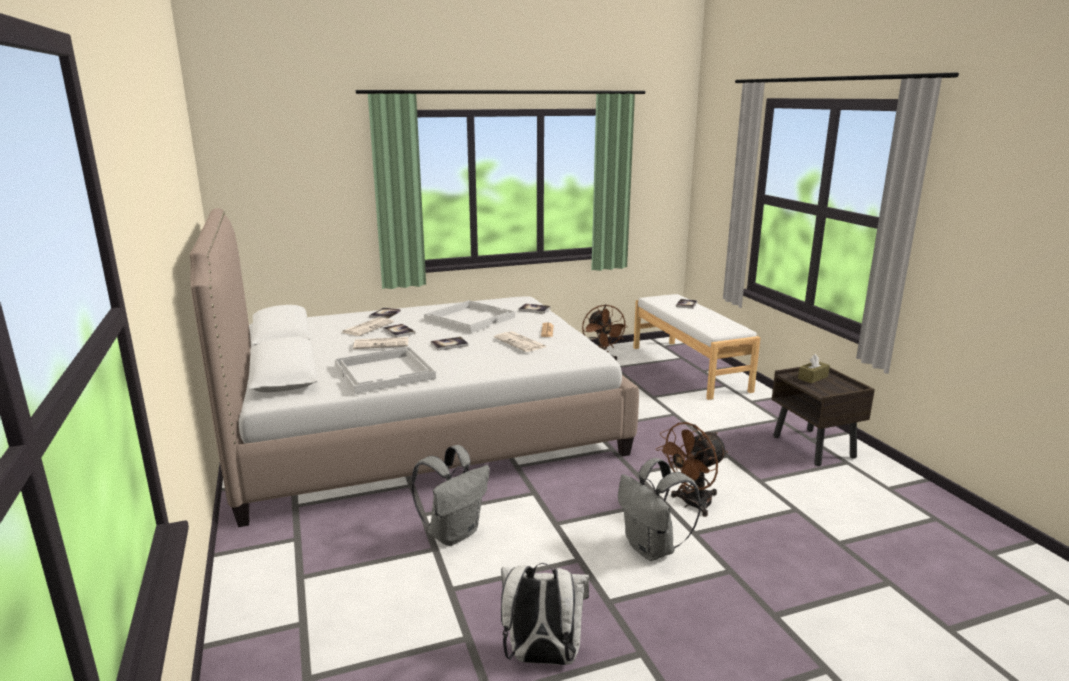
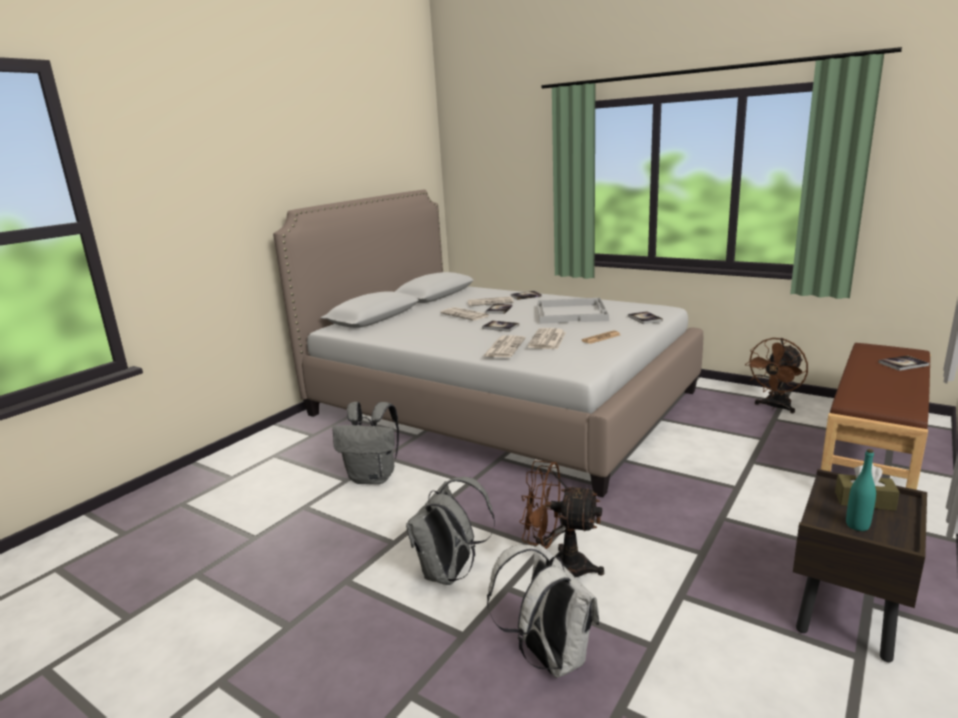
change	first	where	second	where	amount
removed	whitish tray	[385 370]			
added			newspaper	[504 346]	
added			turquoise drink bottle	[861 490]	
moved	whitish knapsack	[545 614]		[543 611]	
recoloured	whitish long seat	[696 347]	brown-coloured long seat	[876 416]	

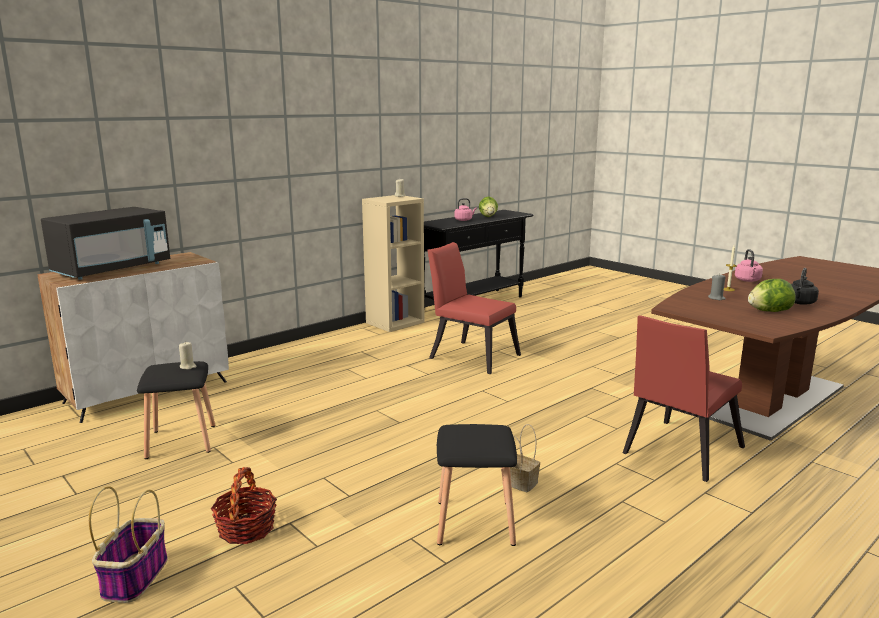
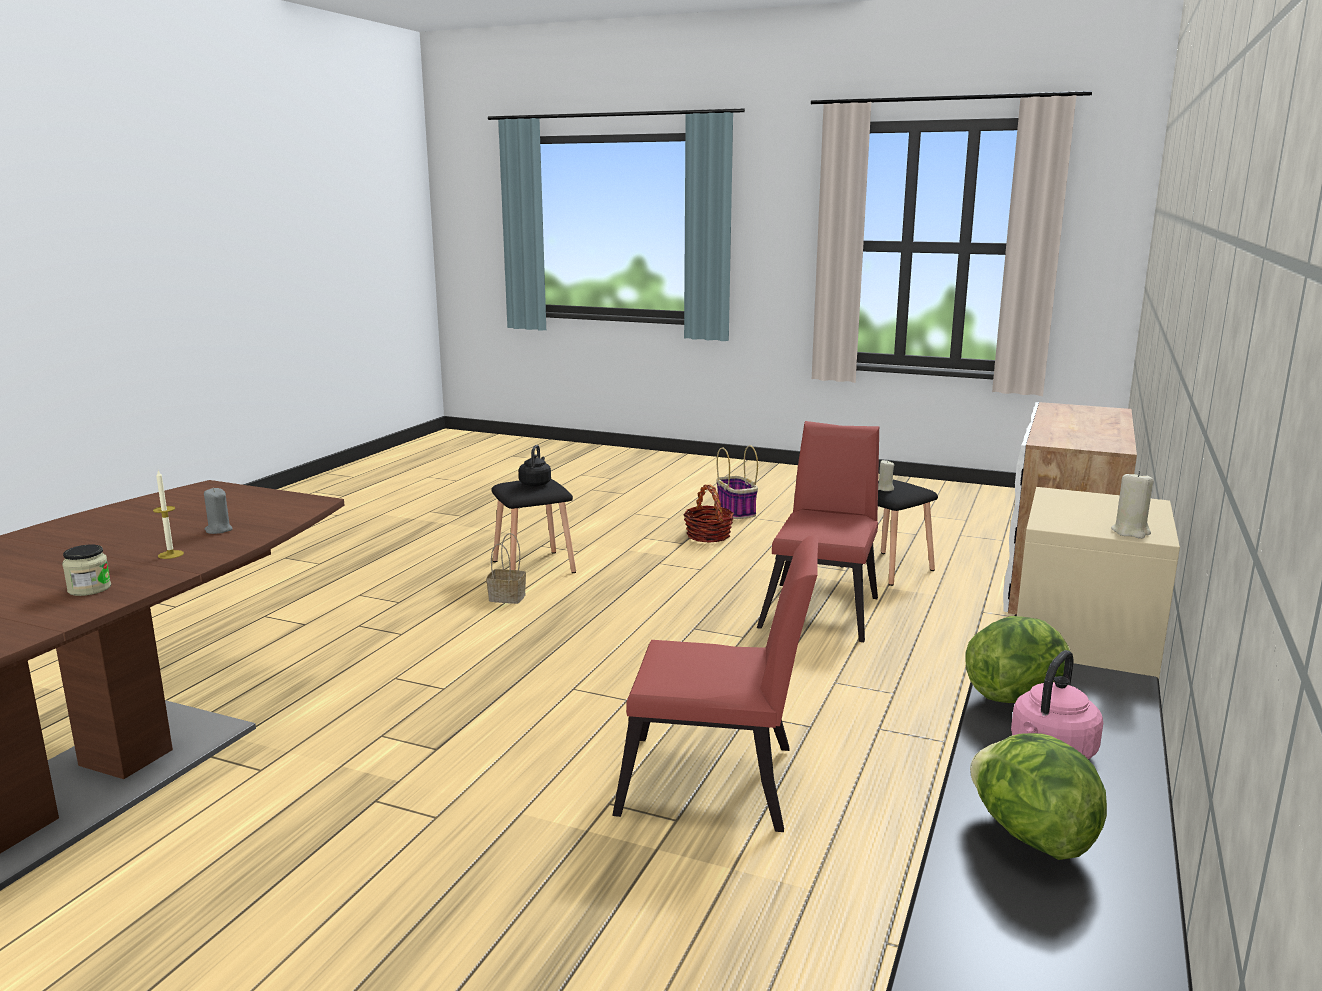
change	first	where	second	where	amount
removed	black-coloured microwave	[105 243]			
moved	red-coloured upright chair	[684 398]		[818 531]	
moved	head of lettuce	[772 295]		[1018 659]	
moved	black-coloured water kettle	[805 286]		[535 465]	
replaced	pinkish water kettle	[749 265]	storage jar	[86 570]	

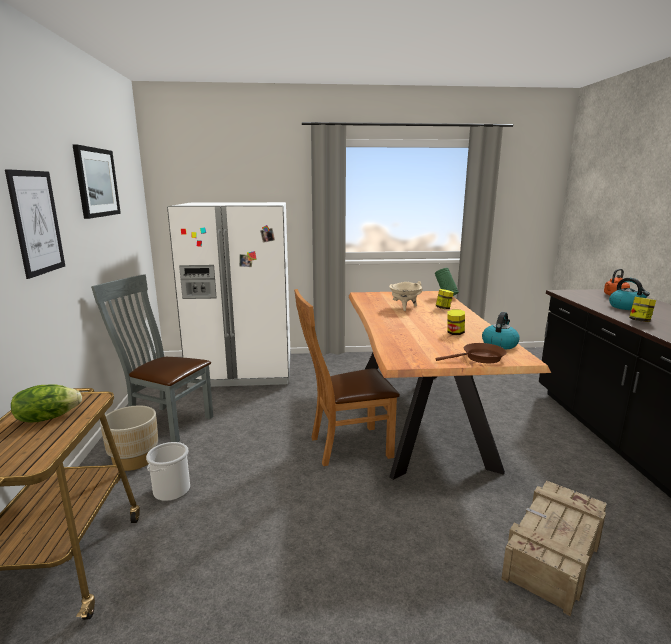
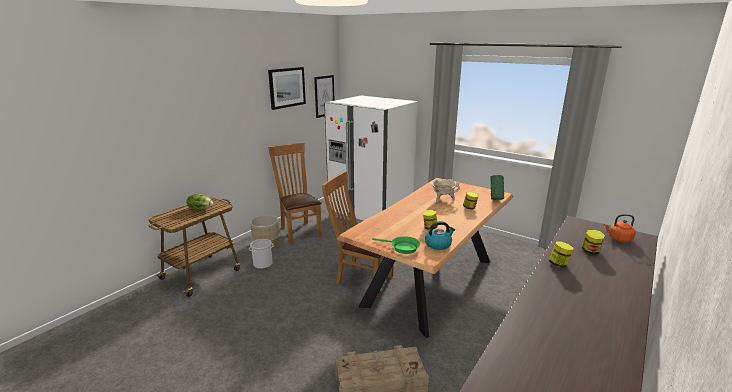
change	first	where	second	where	amount
moved	picture	[35 224]		[324 96]	
replaced	water kettle	[629 294]	storage jar	[593 242]	
recoloured	gray upright chair	[152 358]	brown-coloured upright chair	[295 193]	
recoloured	brown-coloured frying pan	[471 353]	greenish frying pan	[396 245]	

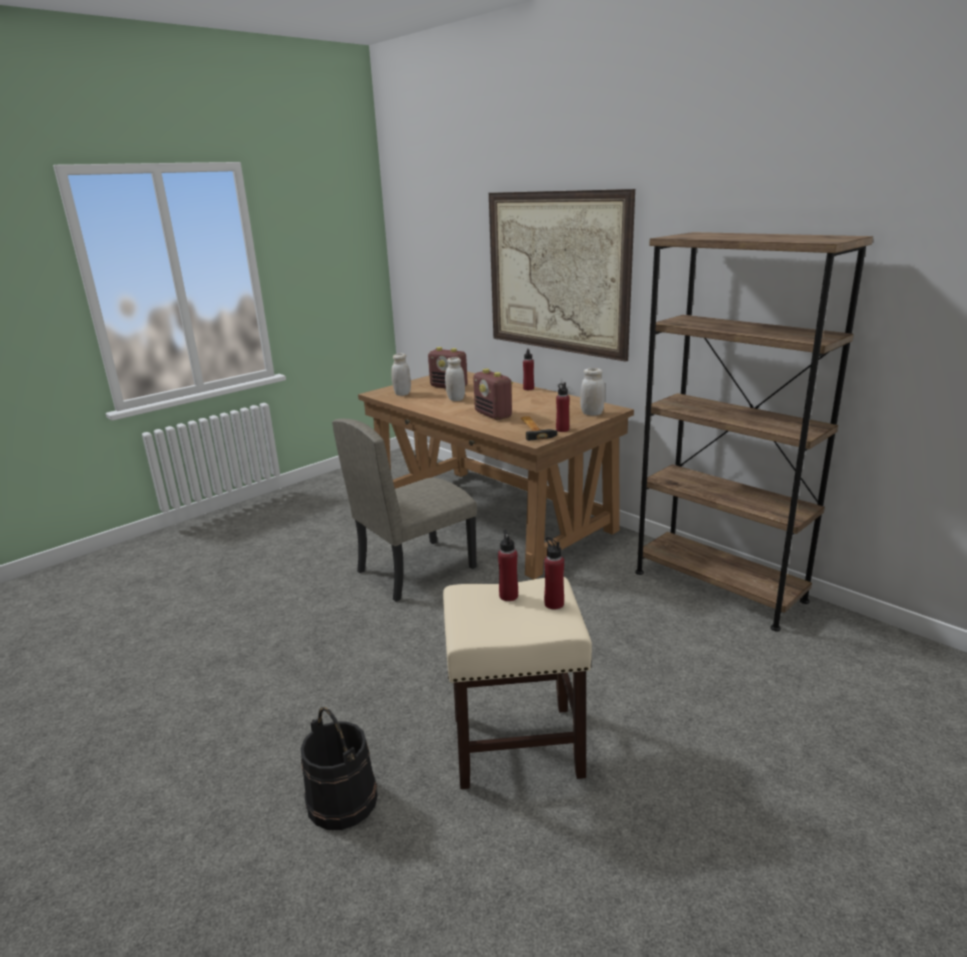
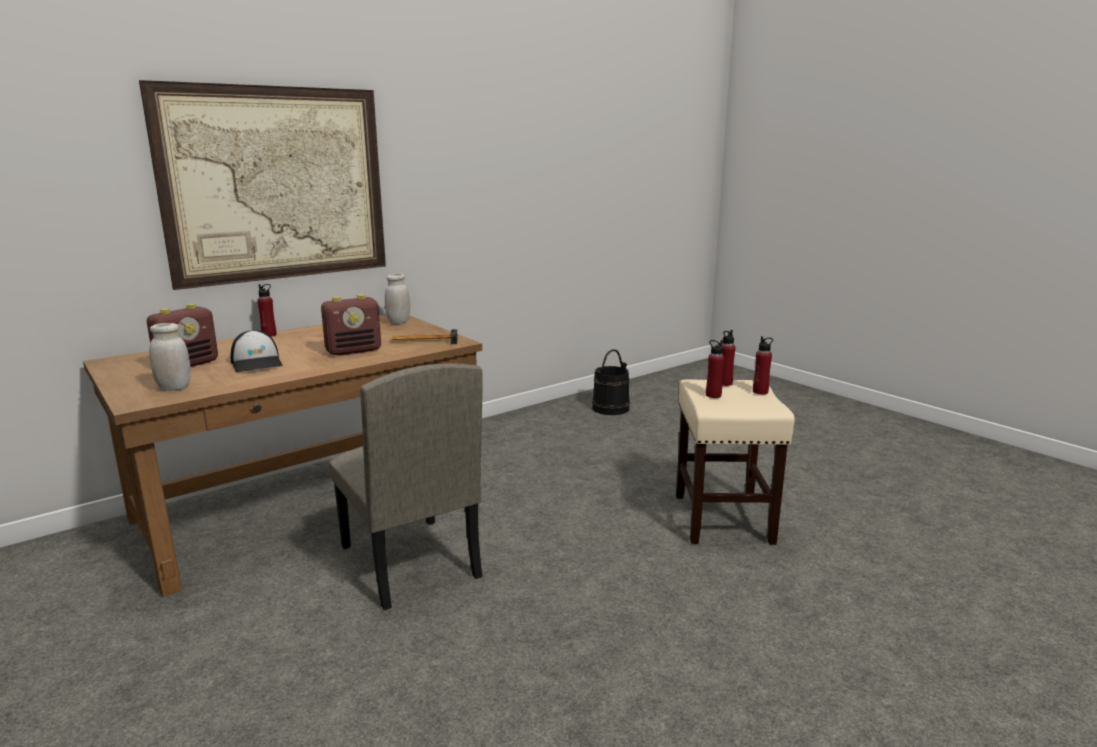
change	first	where	second	where	amount
removed	brown-coloured shelving unit	[754 431]			
moved	black-coloured water bucket	[339 768]		[611 382]	
moved	red-coloured drink bottle	[563 407]		[763 365]	
replaced	whitish storage jar	[455 379]	cap	[256 351]	

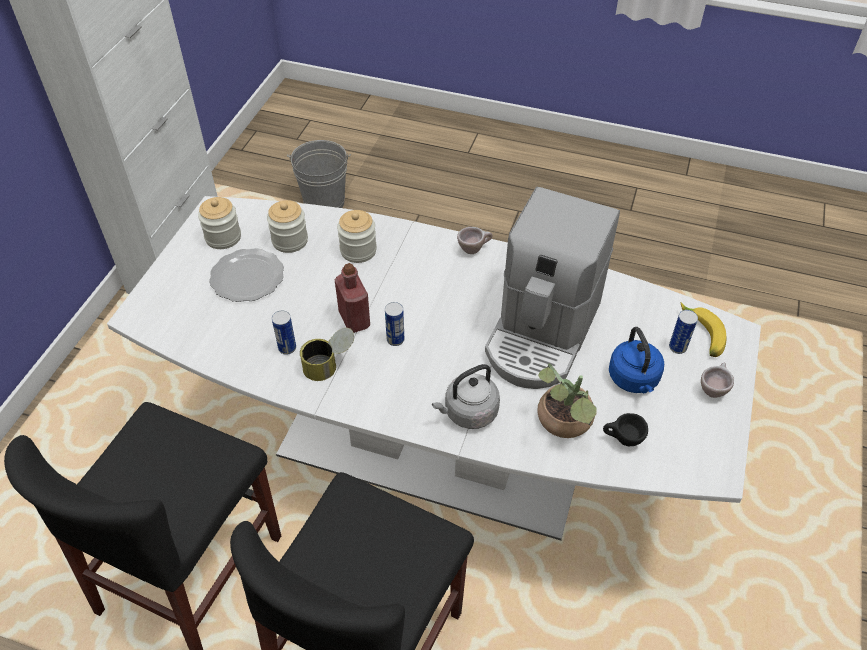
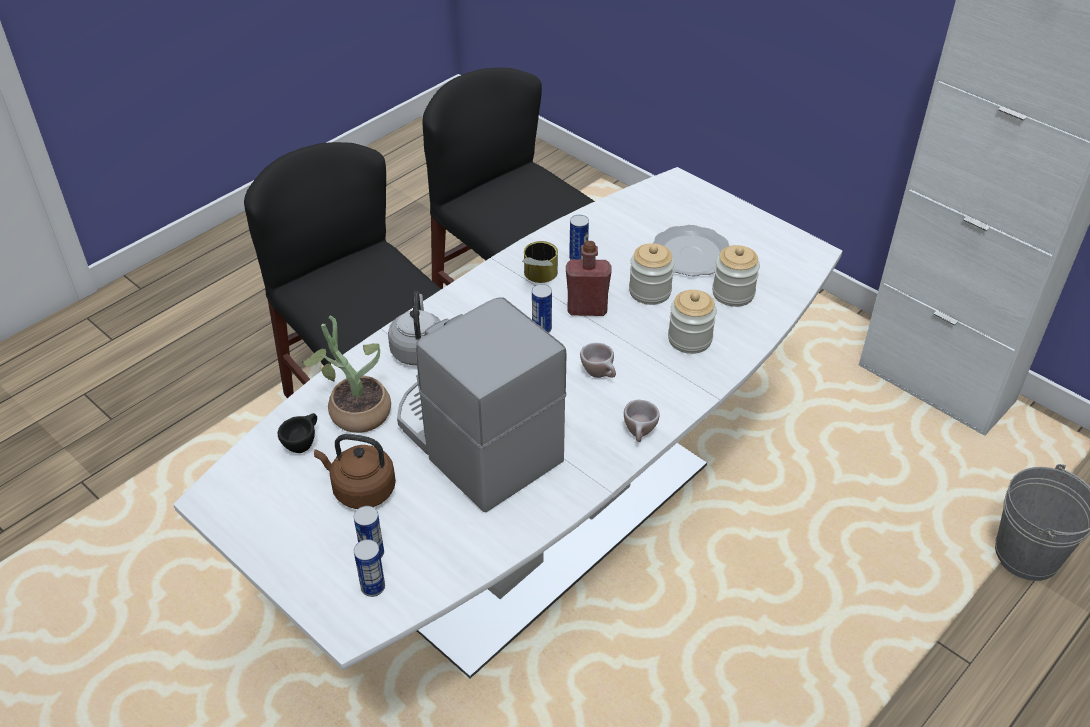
change	first	where	second	where	amount
moved	storage jar	[219 223]		[652 274]	
moved	beige drinking cup	[717 380]		[598 360]	
replaced	whole banana	[703 329]	metal can	[369 568]	
recoloured	blue water kettle	[636 360]	brown-coloured water kettle	[355 471]	

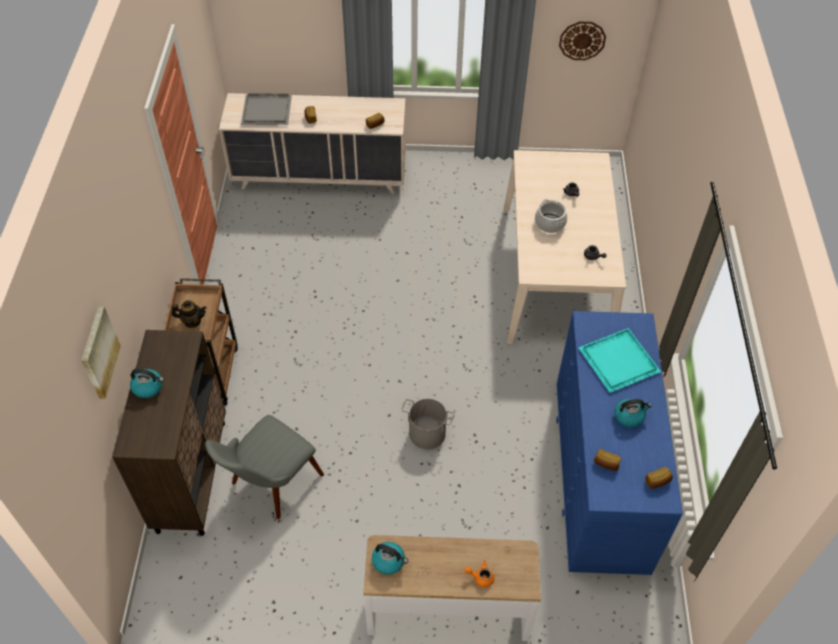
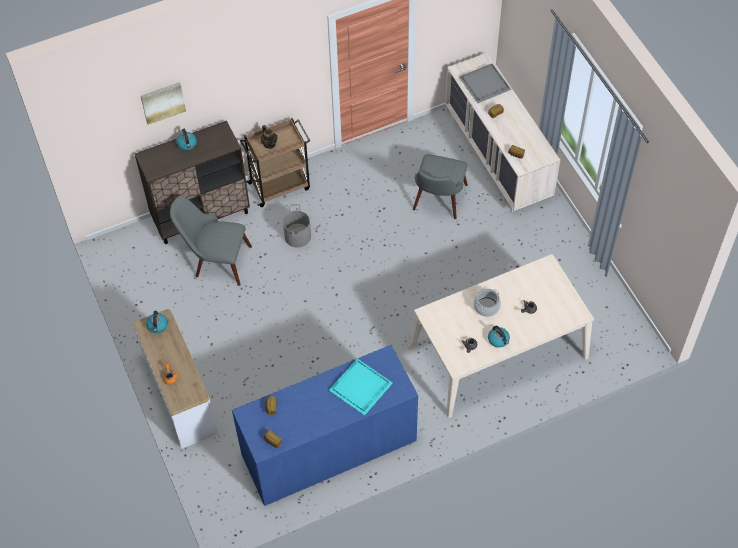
change	first	where	second	where	amount
removed	clock on the wall	[582 40]			
added			gray upright chair	[440 186]	
moved	gray water bucket	[427 424]		[297 226]	
moved	water kettle	[633 413]		[499 336]	

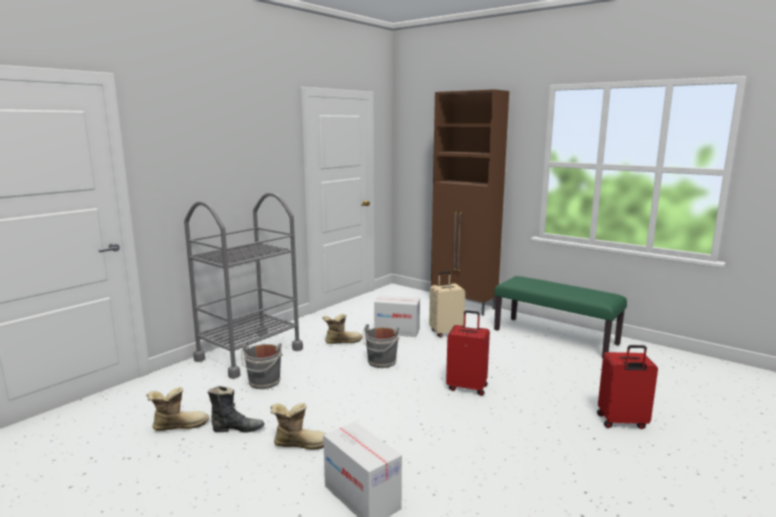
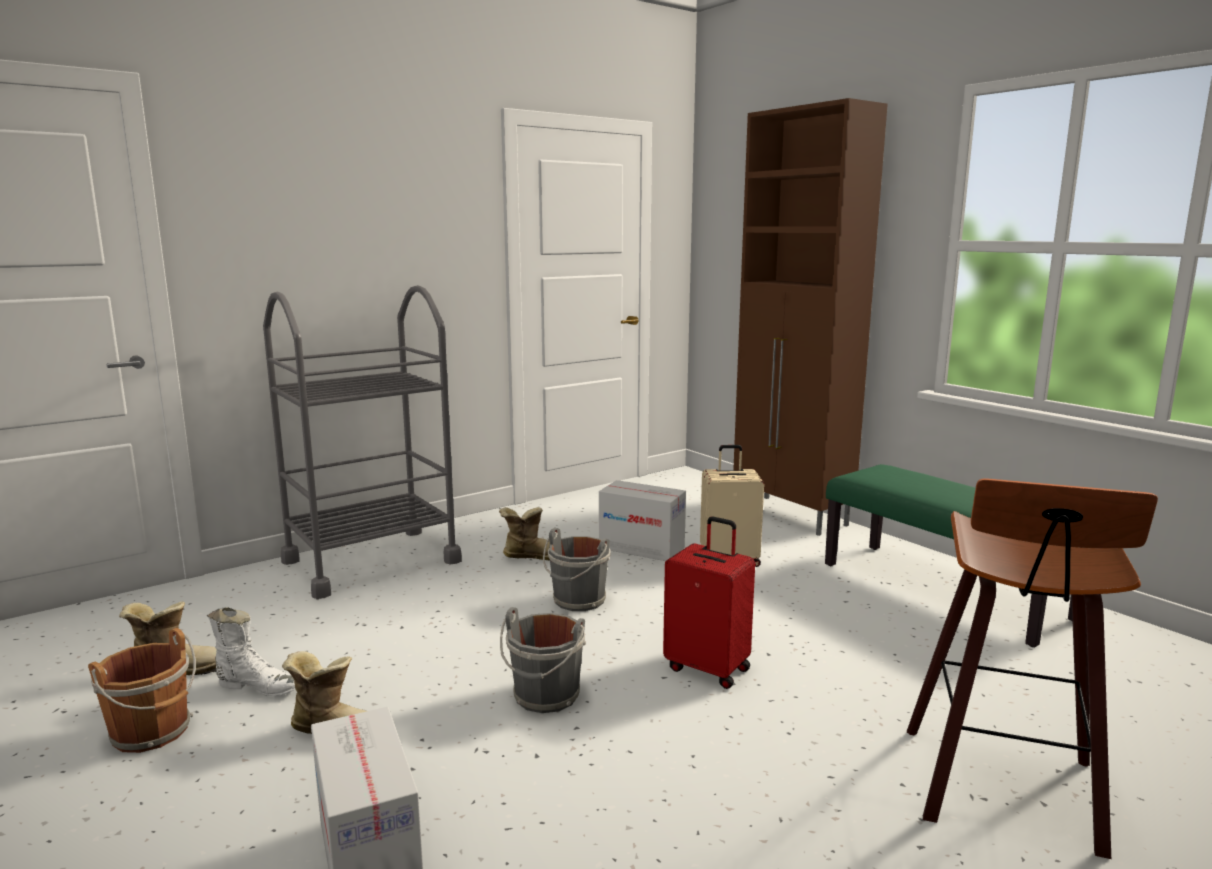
change	first	where	second	where	amount
added			brown-coloured water bucket	[142 690]	
moved	gray water bucket	[262 365]		[543 660]	
replaced	red-coloured suitcase	[627 387]	stool	[1032 668]	
recoloured	black-coloured high-top boot	[236 409]	whitish high-top boot	[251 651]	

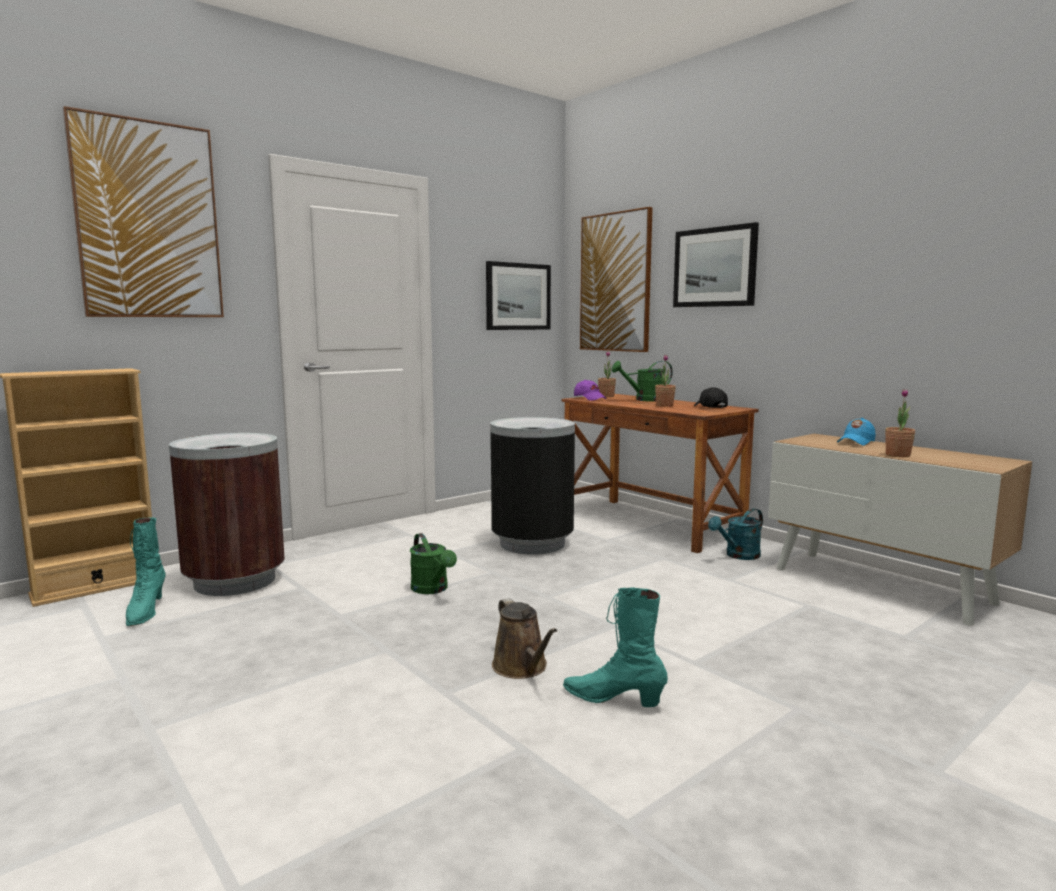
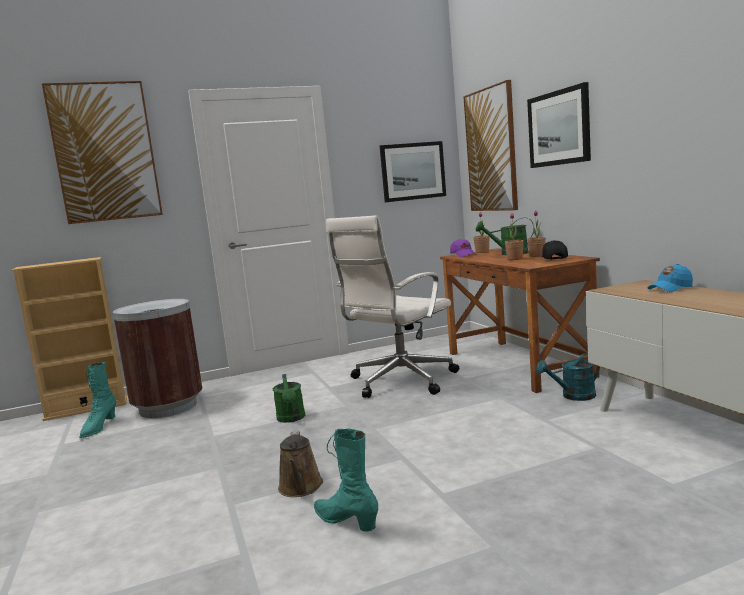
change	first	where	second	where	amount
moved	plant in a pot	[900 423]		[536 233]	
replaced	black-coloured rubbish bin	[532 486]	whitish computer chair	[392 306]	

